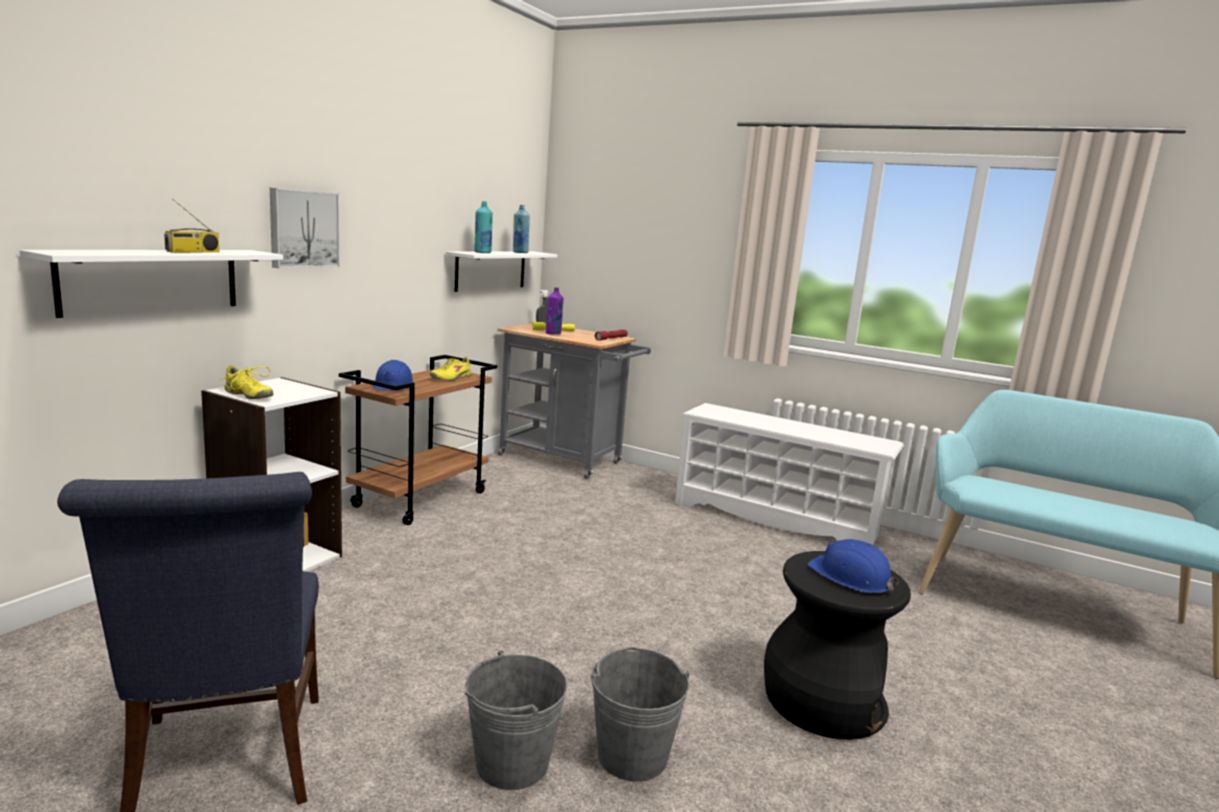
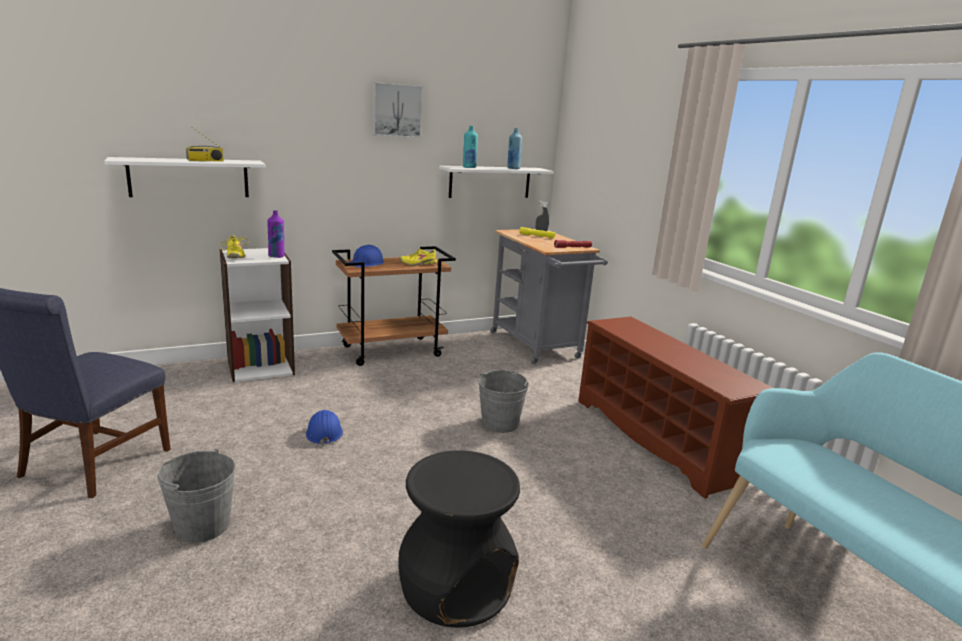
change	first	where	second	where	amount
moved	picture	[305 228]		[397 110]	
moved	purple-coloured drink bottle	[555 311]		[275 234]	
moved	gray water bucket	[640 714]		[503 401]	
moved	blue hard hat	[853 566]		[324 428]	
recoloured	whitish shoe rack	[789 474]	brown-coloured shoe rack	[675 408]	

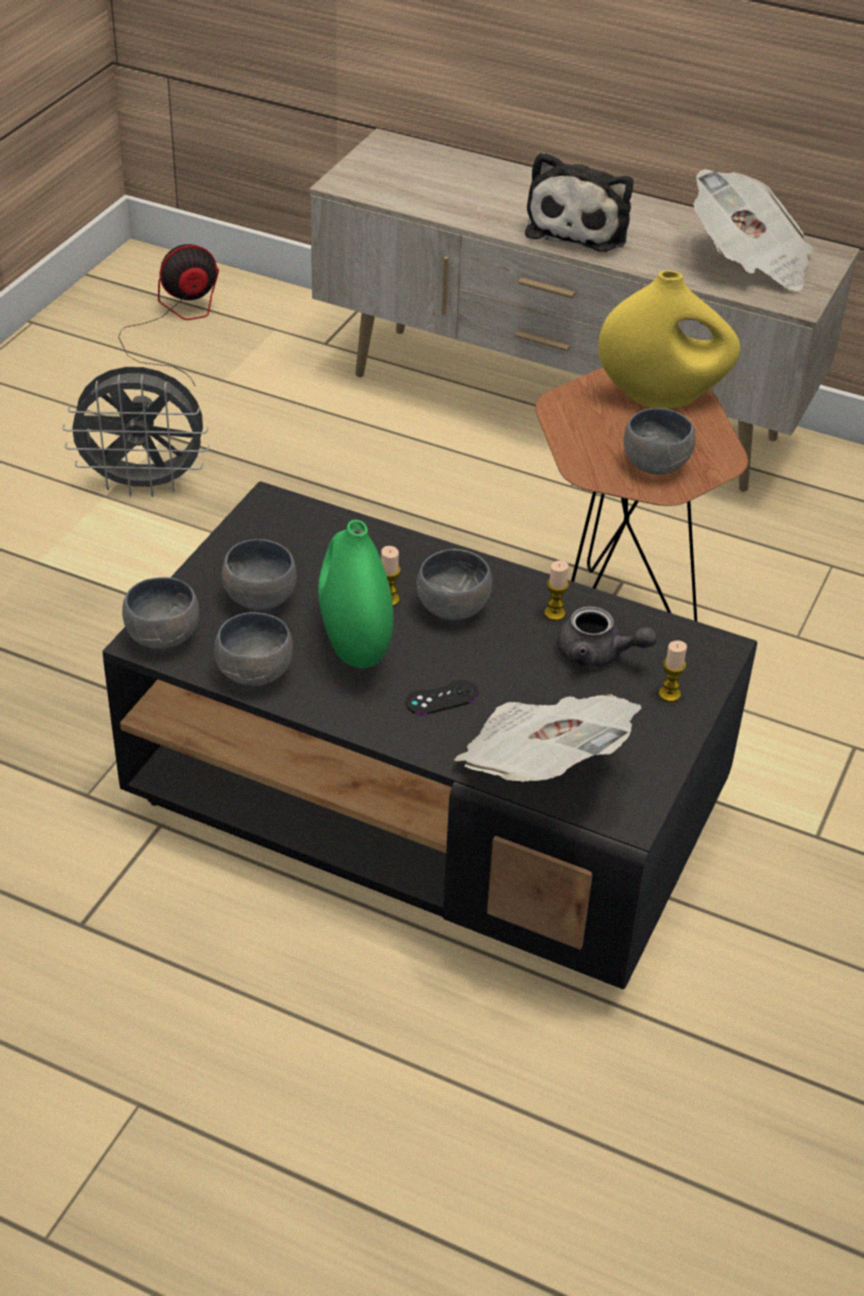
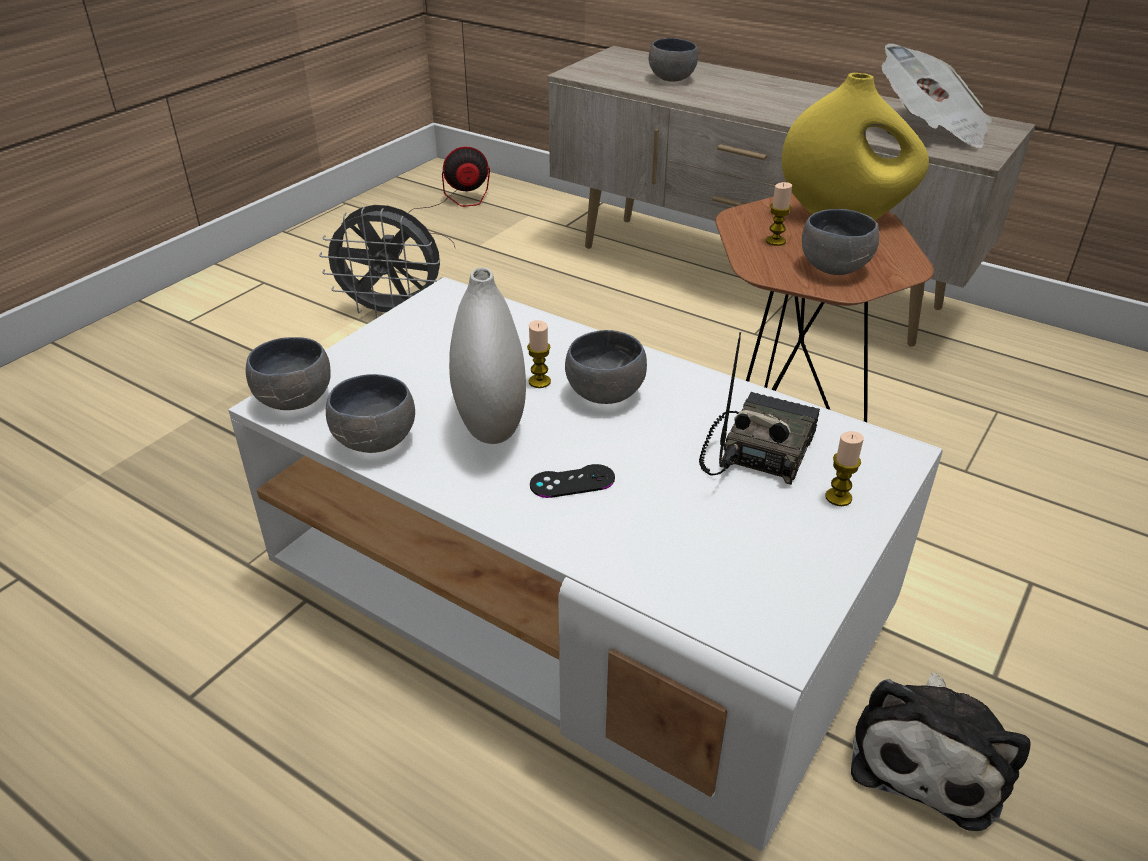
change	first	where	second	where	amount
removed	newspaper	[548 738]			
moved	gray deep dish	[259 574]		[673 60]	
moved	plush toy	[579 202]		[941 752]	
moved	candle	[556 590]		[779 214]	
replaced	gray tea pot	[607 636]	radio	[759 408]	
recoloured	black-coloured lounge table	[429 735]	whitish lounge table	[585 564]	
recoloured	greenish flower vase	[356 594]	whitish flower vase	[487 356]	

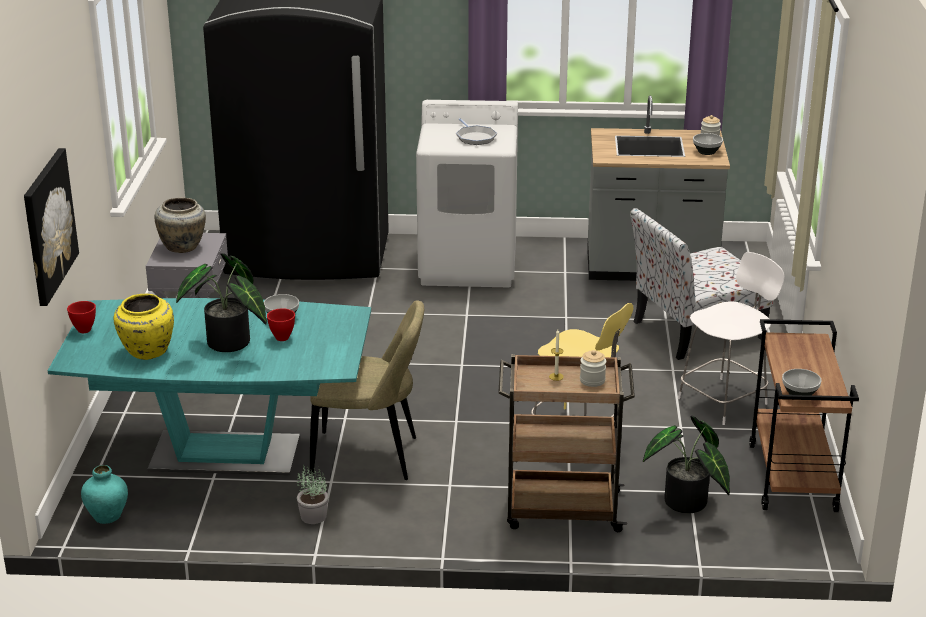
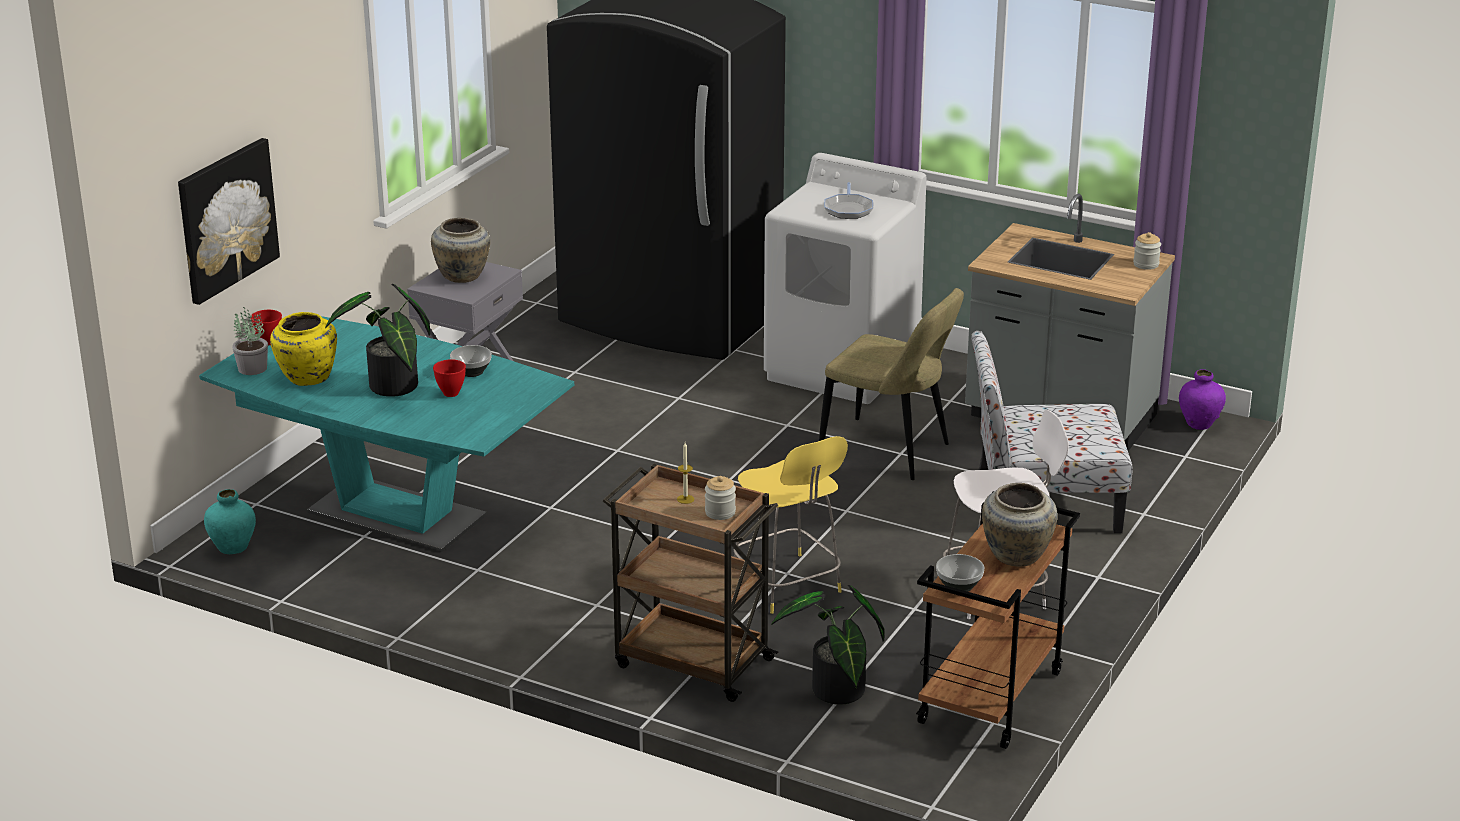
change	first	where	second	where	amount
removed	deep dish	[708 144]			
added			beige flower vase	[1020 525]	
added			purple-coloured flower vase	[1202 399]	
moved	plant in a pot	[312 494]		[250 341]	
moved	beige upright chair	[367 390]		[891 384]	

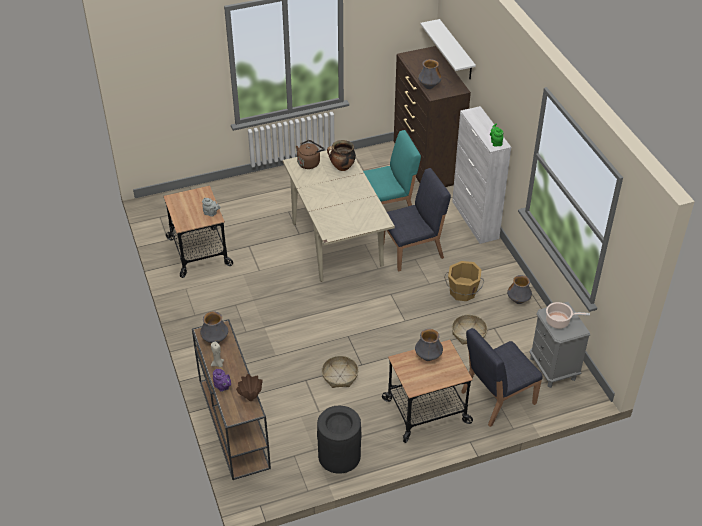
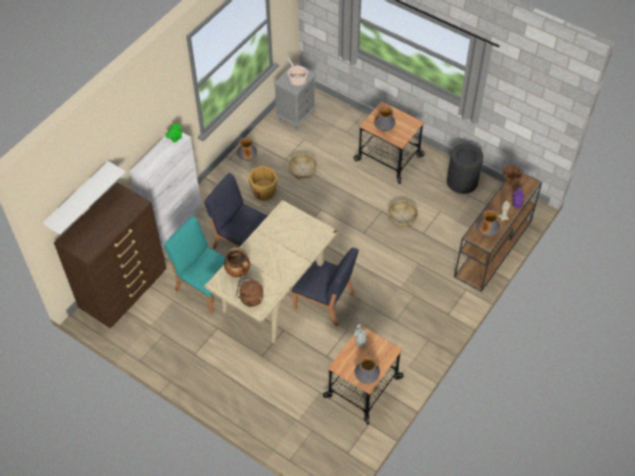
change	first	where	second	where	amount
moved	flower vase	[430 74]		[367 370]	
moved	blue upright chair	[502 377]		[325 287]	

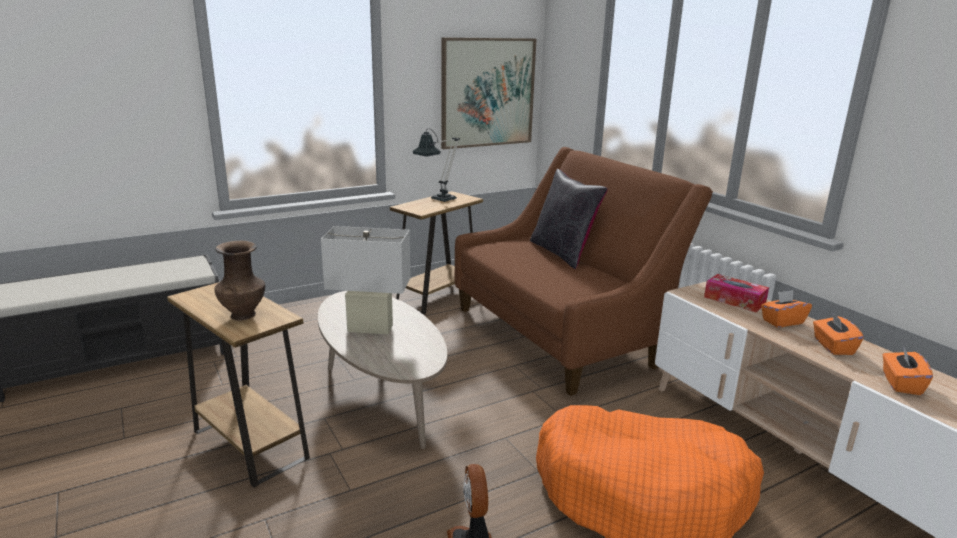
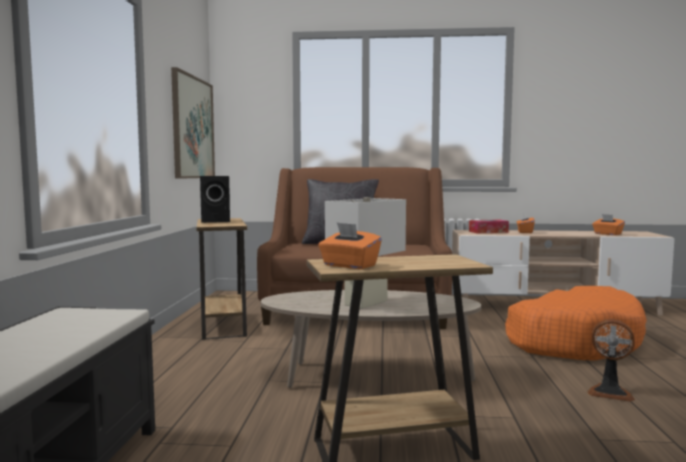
change	first	where	second	where	amount
removed	brown-coloured flower vase	[239 281]			
moved	orangey box of tissues	[838 333]		[350 245]	
replaced	table lamp	[436 165]	black-coloured loudspeaker	[215 199]	

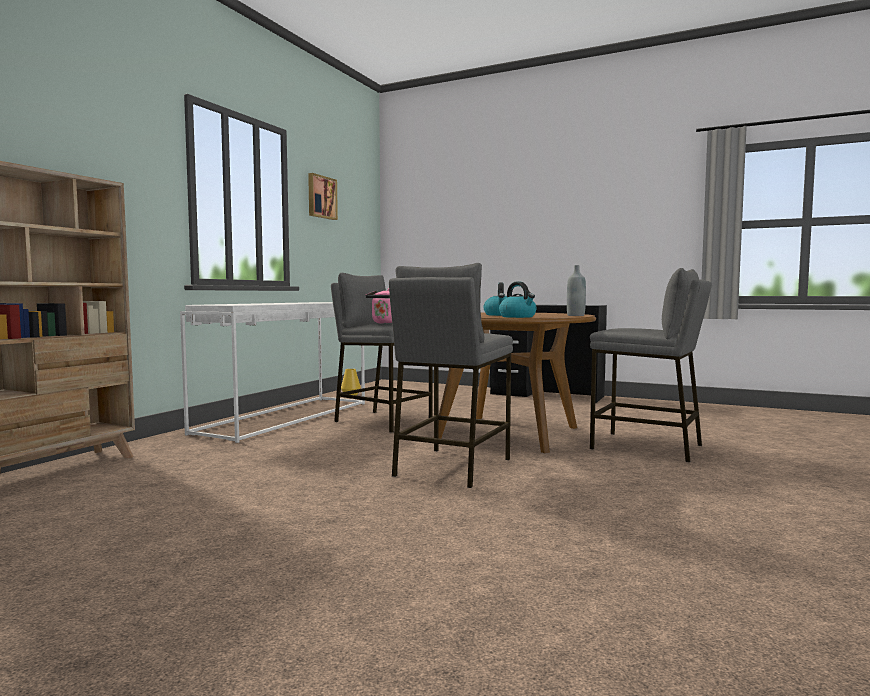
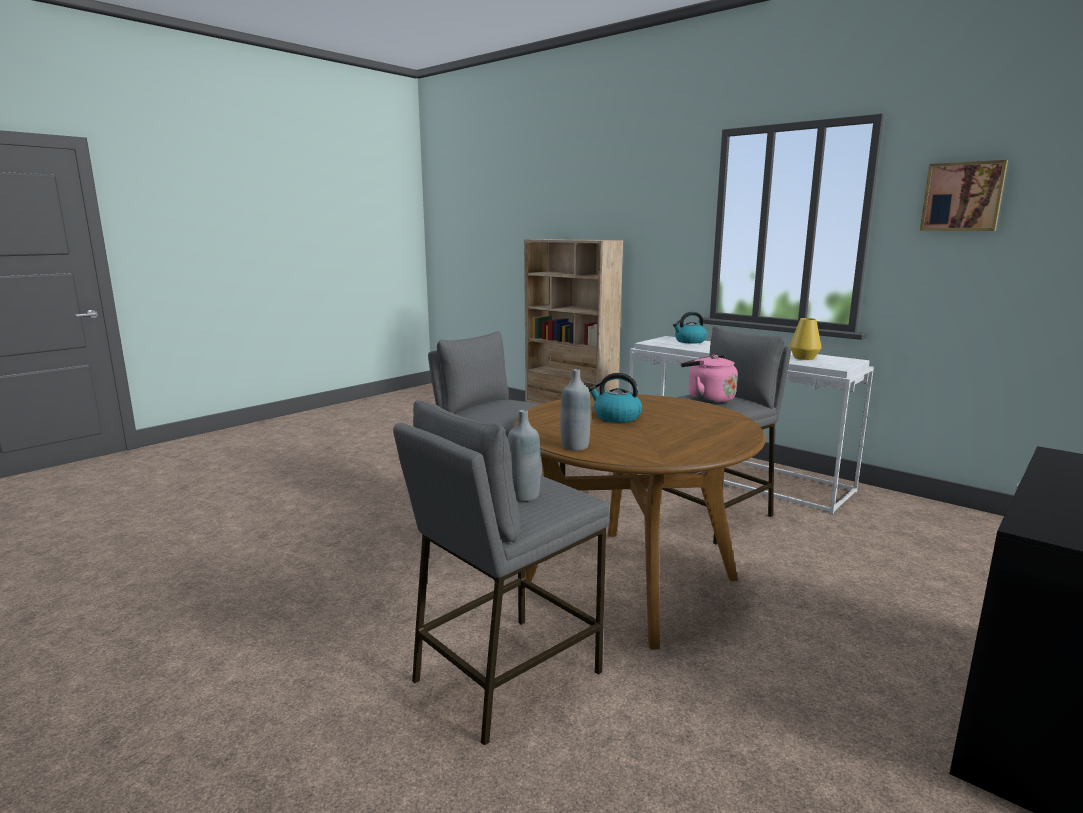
change	first	where	second	where	amount
added			gray drink bottle	[524 455]	
moved	yellowish flower vase	[351 382]		[805 339]	
moved	water kettle	[517 299]		[690 328]	

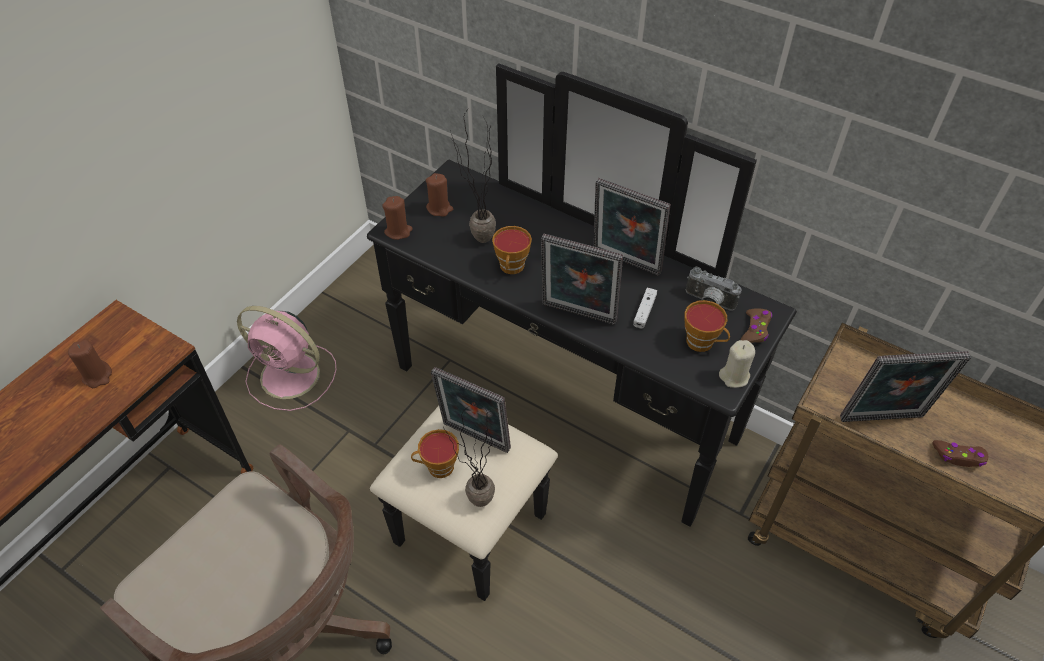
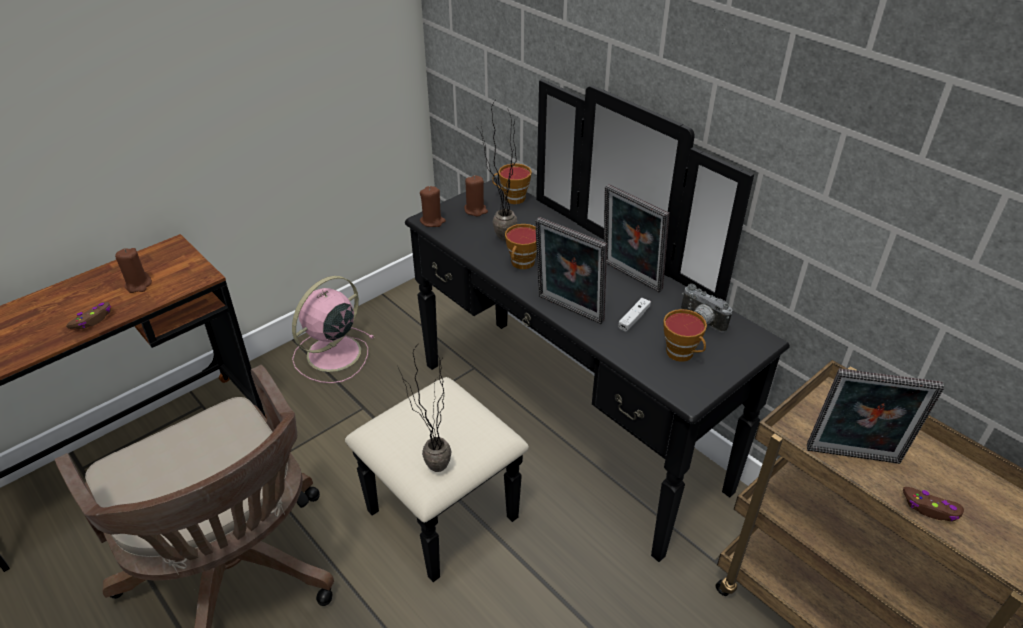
change	first	where	second	where	amount
removed	picture frame	[471 410]			
removed	beige candle	[737 364]			
moved	drinking cup	[435 453]		[512 183]	
moved	brown-coloured joypad	[756 325]		[88 315]	
turned	pinkish electric fan	[287 358]		[333 329]	90 degrees clockwise

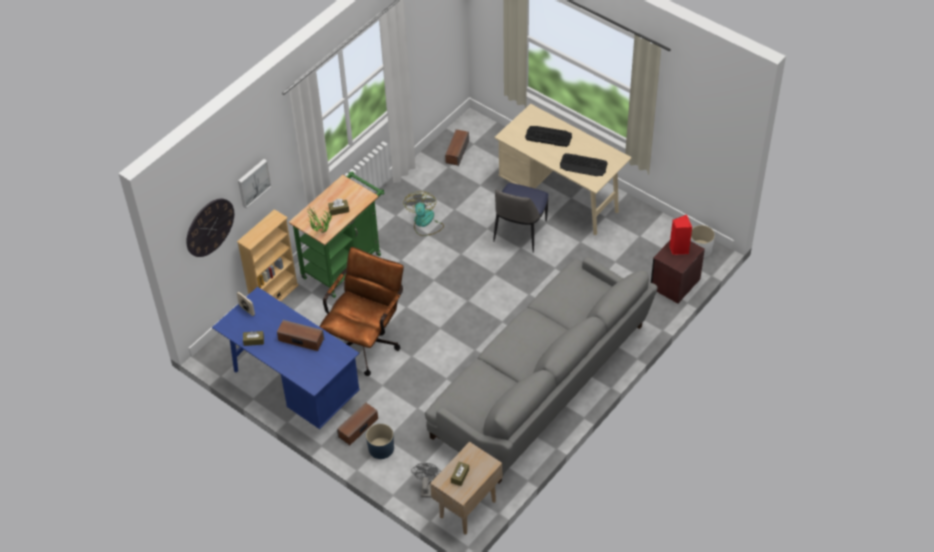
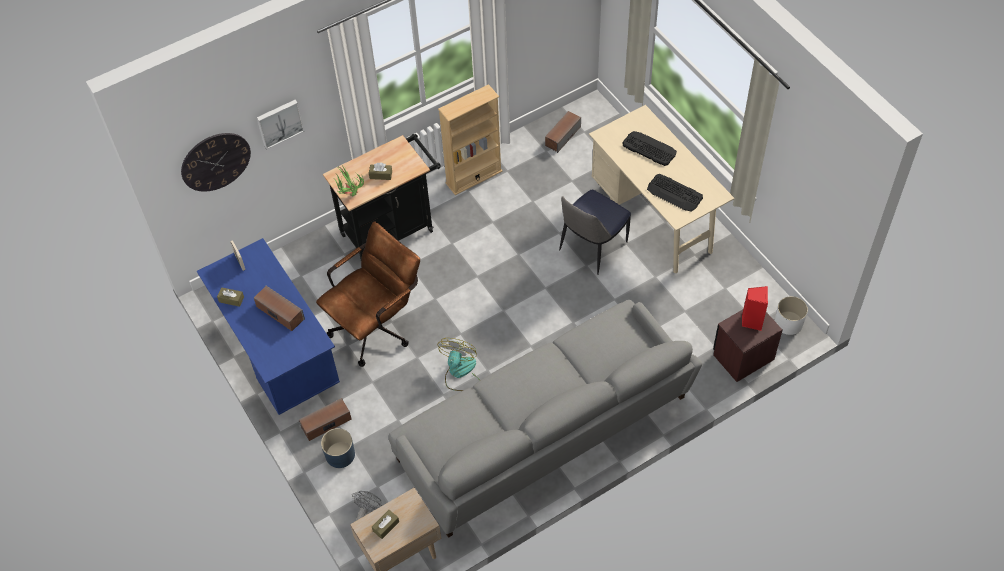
change	first	where	second	where	amount
moved	beige shelving unit	[268 255]		[470 139]	
moved	electric fan	[423 214]		[458 364]	
recoloured	greenish cart	[336 235]	black-coloured cart	[382 196]	

